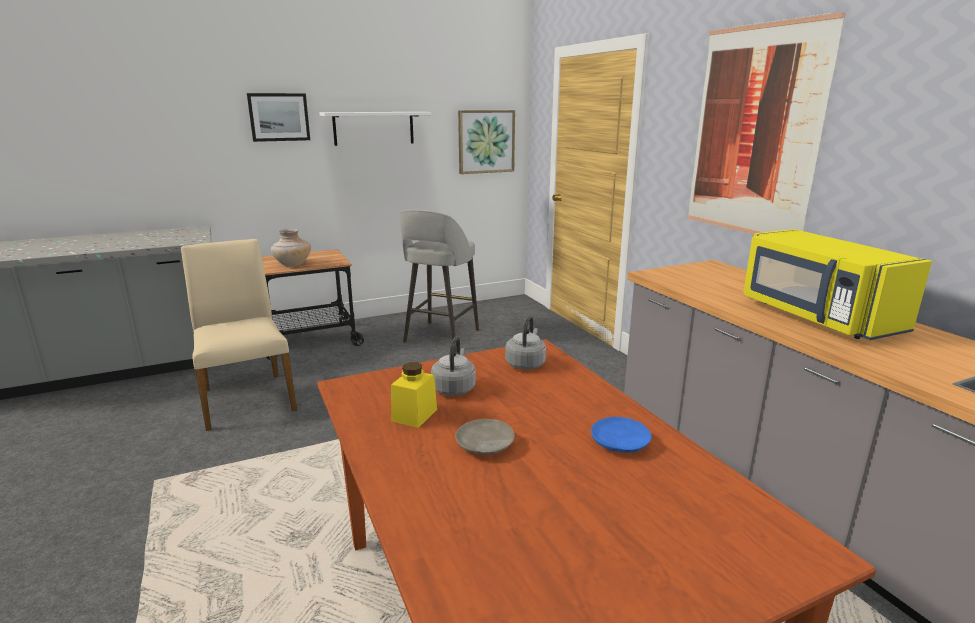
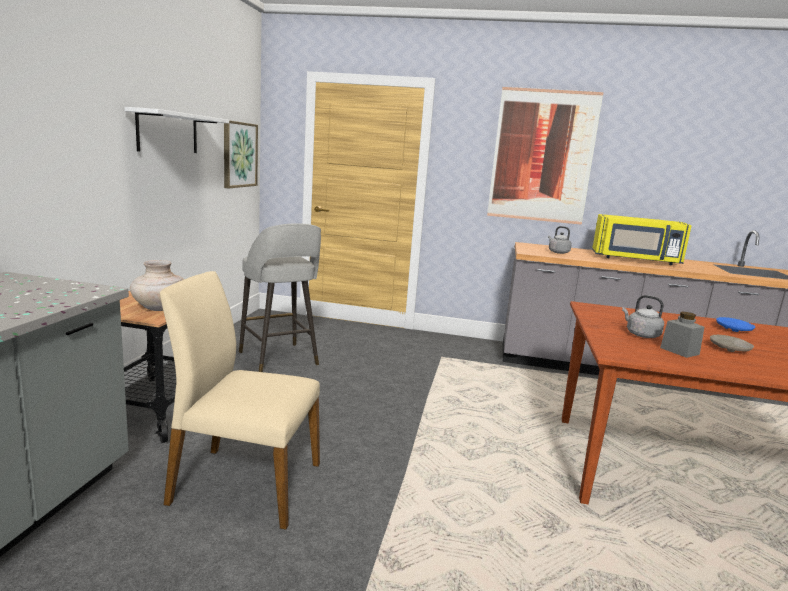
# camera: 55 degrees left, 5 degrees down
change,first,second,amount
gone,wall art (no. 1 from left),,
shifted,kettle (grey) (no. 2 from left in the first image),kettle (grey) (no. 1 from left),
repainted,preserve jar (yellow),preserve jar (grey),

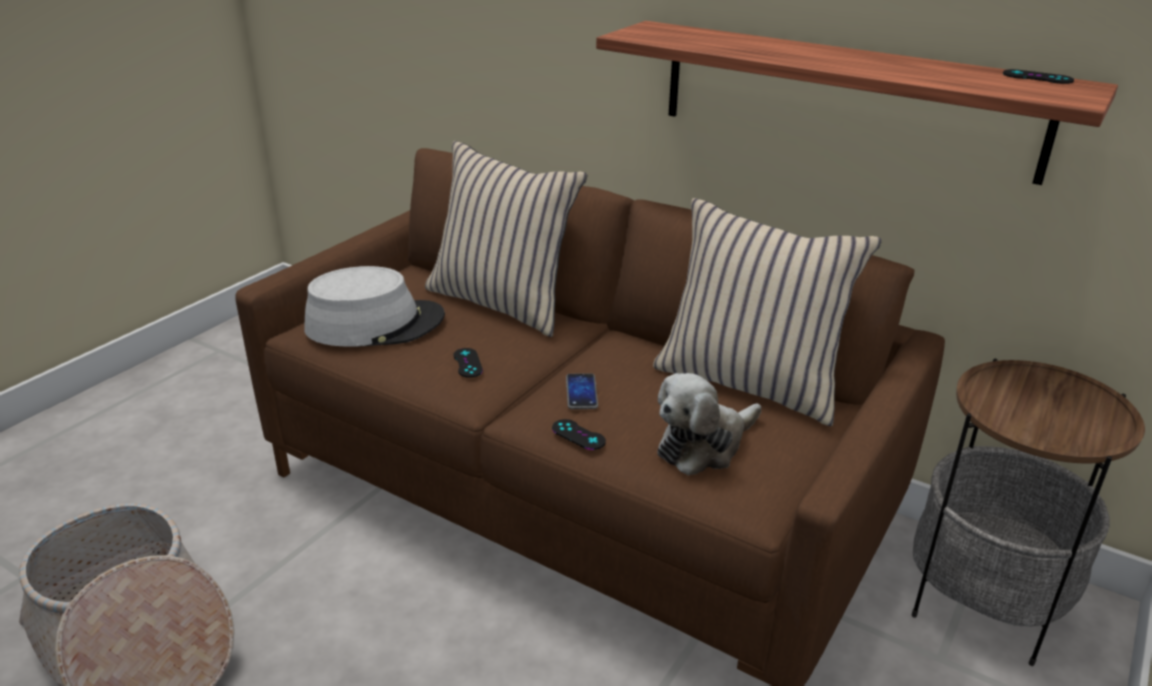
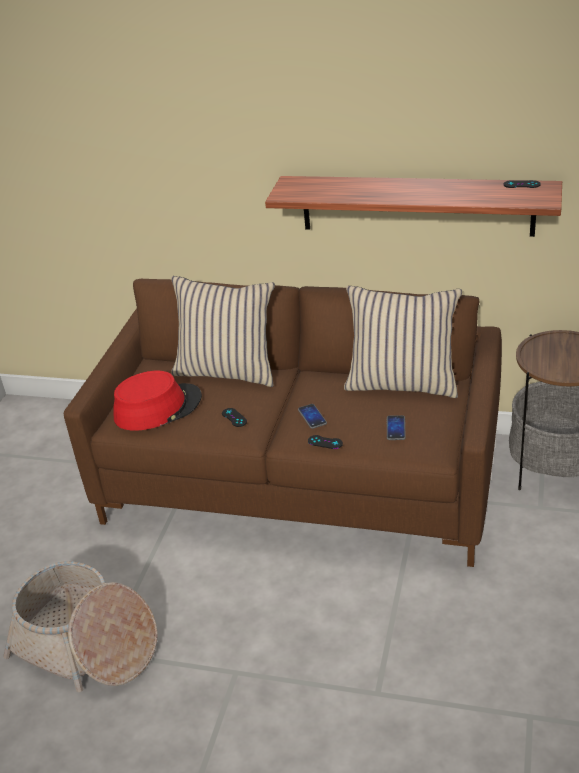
# camera: 15 degrees left, 5 degrees up
change,first,second,amount
repainted,clothing hat (grey),clothing hat (reddish),
swapped,soft toy,handset (no. 2 from left),

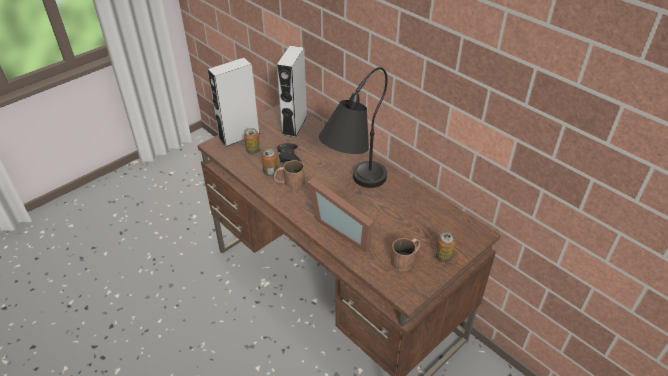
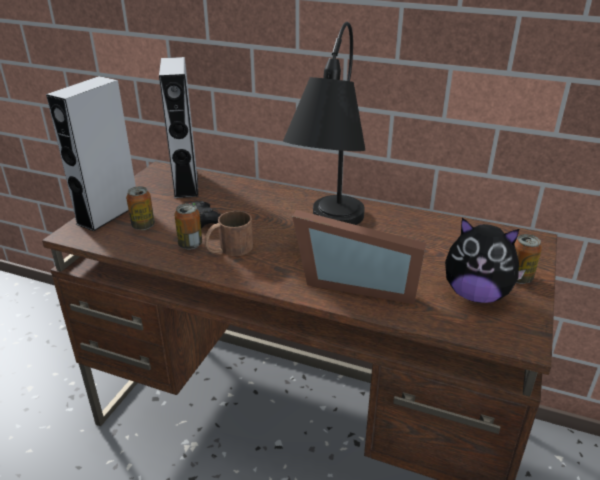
# camera: 25 degrees left, 10 degrees down
change,first,second,amount
swapped,tea mug (brown-coloured) (no. 2 from left),soft toy,

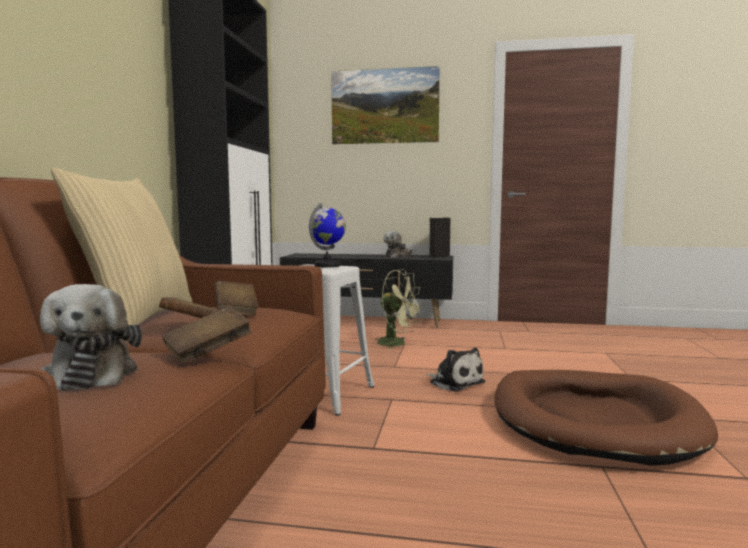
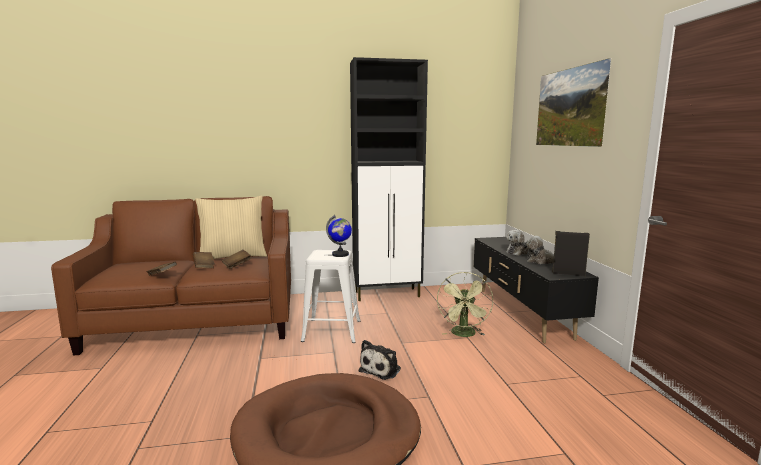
# camera: 70 degrees right, 5 degrees up
change,first,second,amount
shifted,soft toy (no. 1 from left in the first image),soft toy (no. 2 from left),

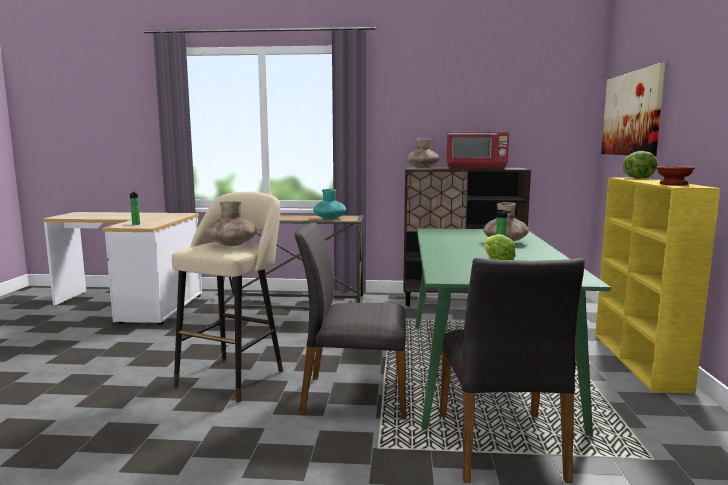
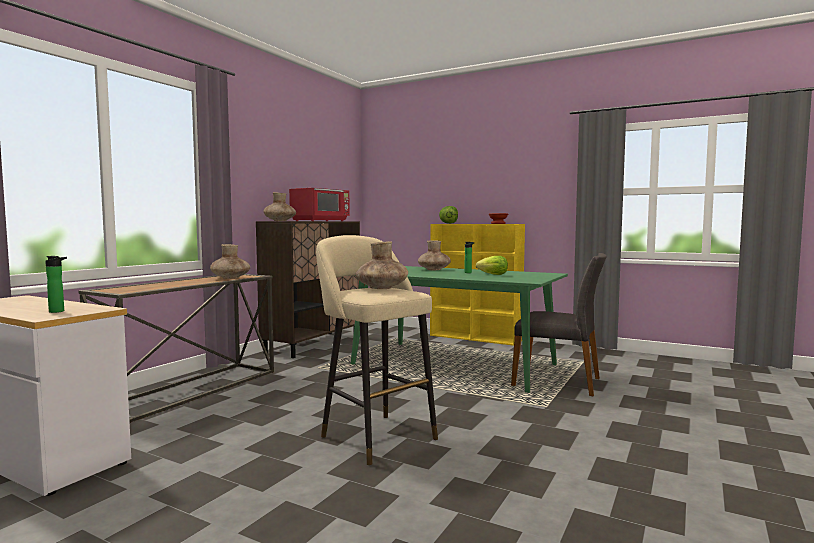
# camera: 65 degrees left, 5 degrees down
change,first,second,amount
gone,wall art,,
repainted,vase (blue-green),vase (brown-coloured) (no. 1 from left),
gone,plain chair (grey) (no. 1 from left),,

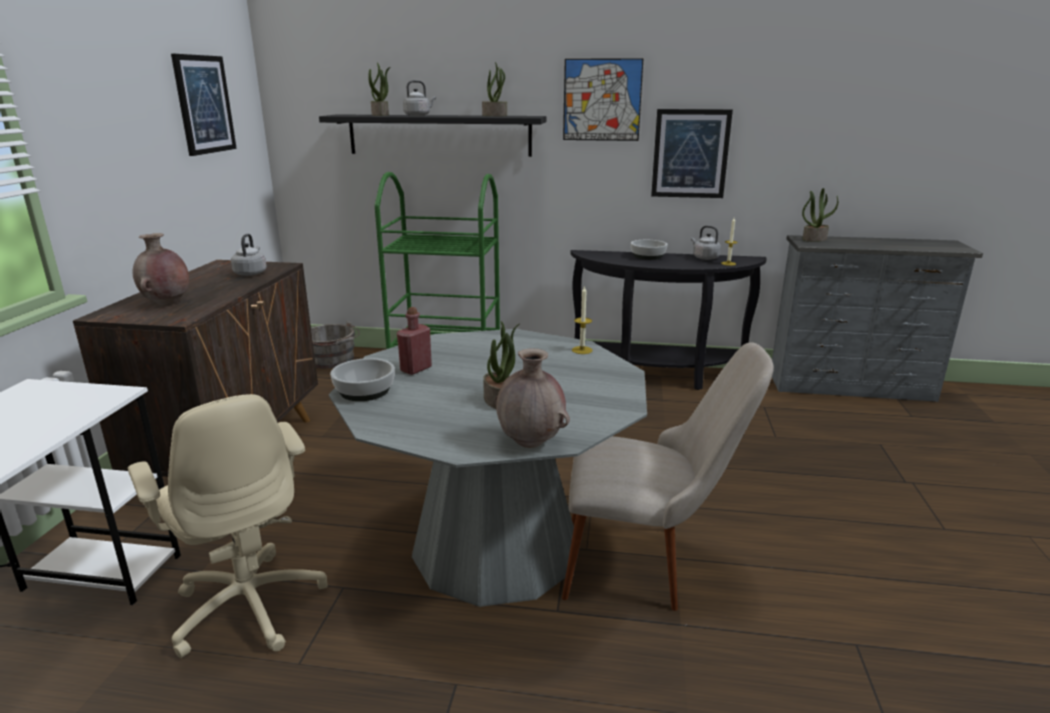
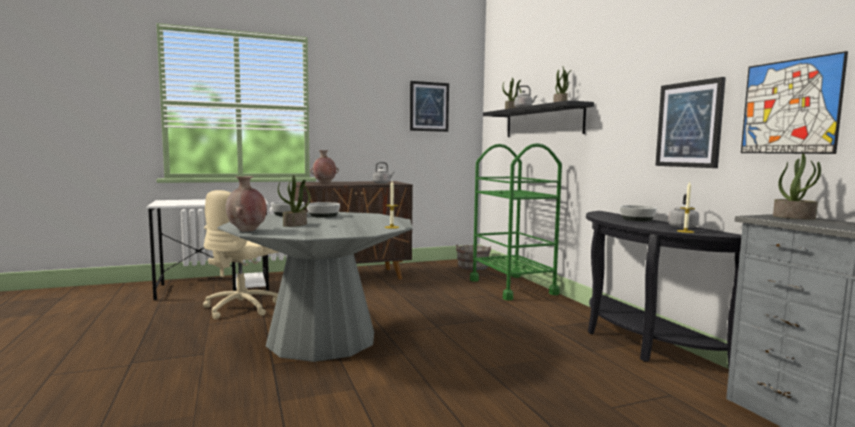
# camera: 60 degrees right, 15 degrees down
change,first,second,amount
shifted,wall art (no. 2 from left in the first image),wall art (no. 3 from left),
swapped,bottle (reddish),deep dish (no. 2 from left),
gone,plain chair (sand-coloured),,

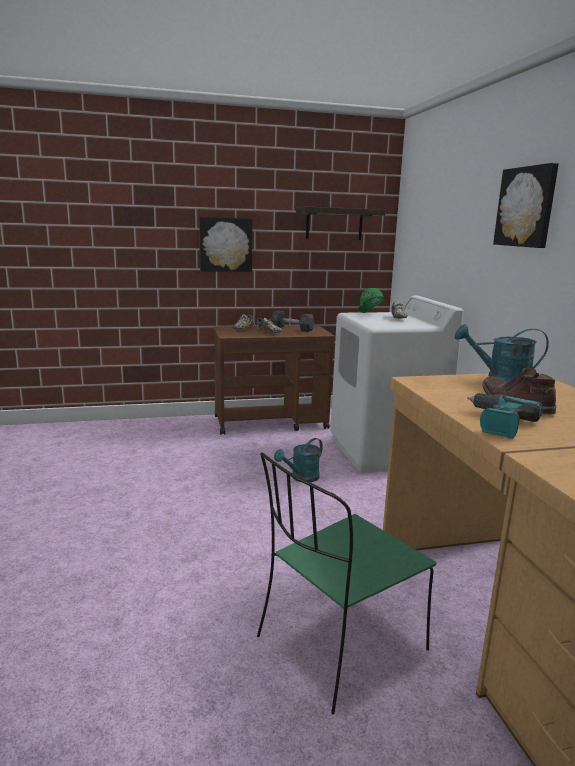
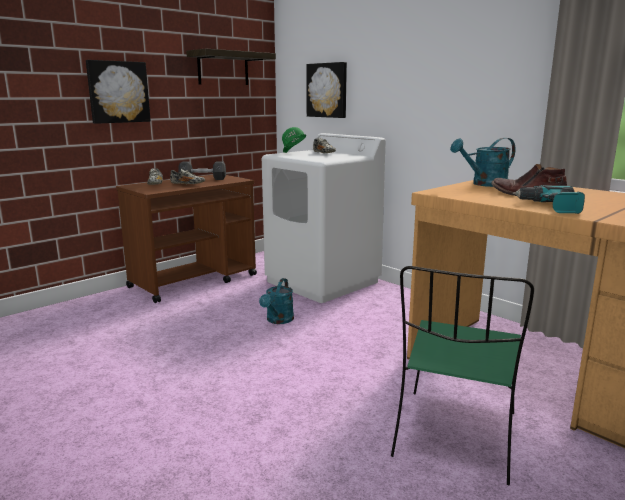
# camera: 30 degrees left, 0 degrees up
change,first,second,amount
shifted,wall art (no. 2 from left),,

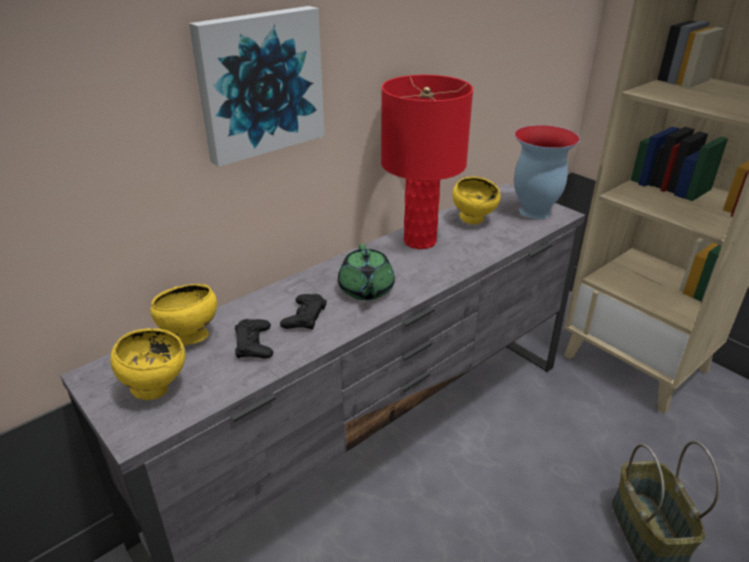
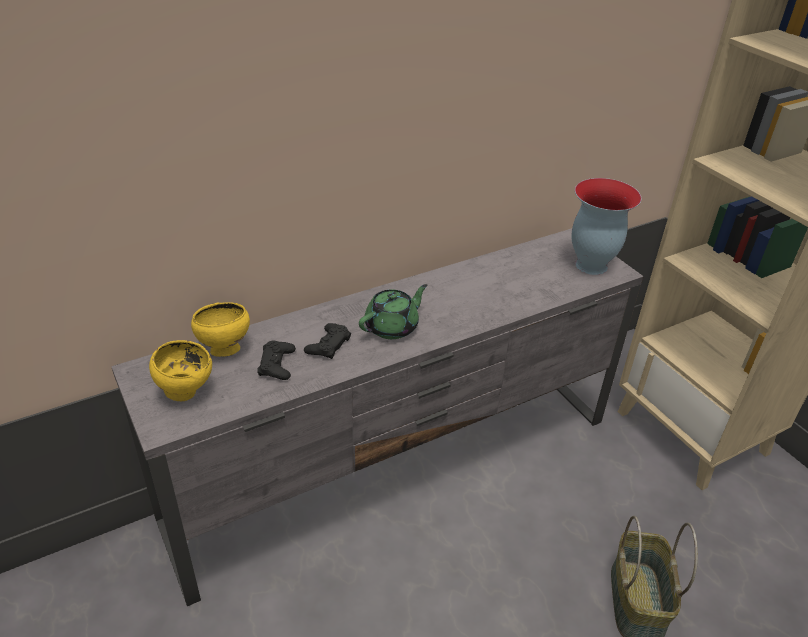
# camera: 10 degrees right, 5 degrees up
change,first,second,amount
gone,wall art,,
gone,table lamp (reddish),,
gone,deep dish (yellow) (no. 3 from left),,
rotated,pot for tea (green),,135 degrees counterclockwise

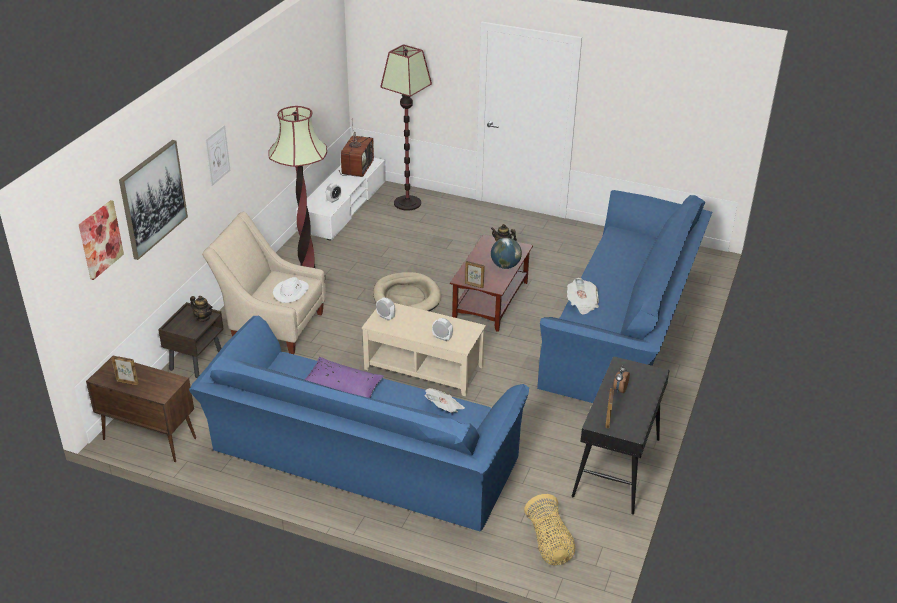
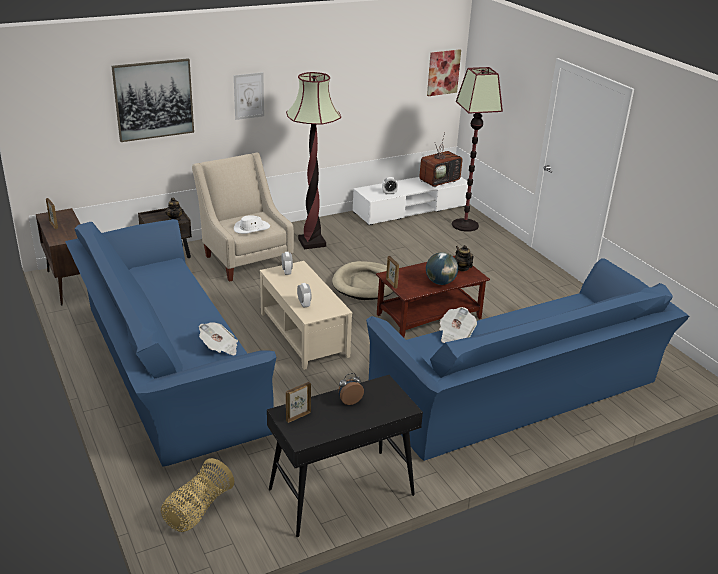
# camera: 40 degrees right, 5 degrees down
change,first,second,amount
shifted,wall art (no. 1 from left in the first image),wall art (no. 3 from left),
gone,throw pillow (purple-coloured),,

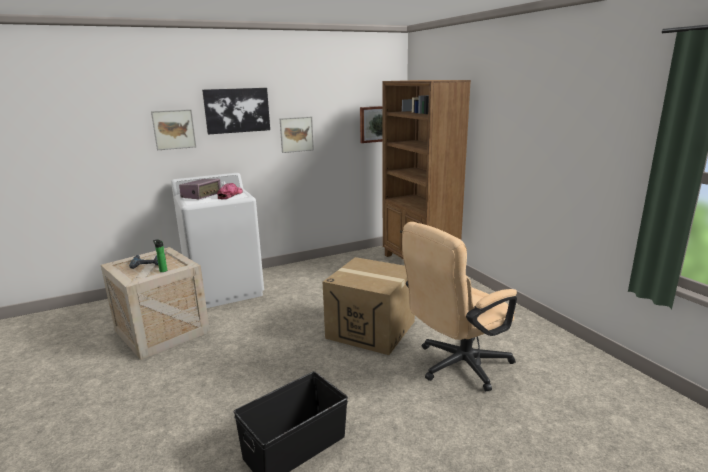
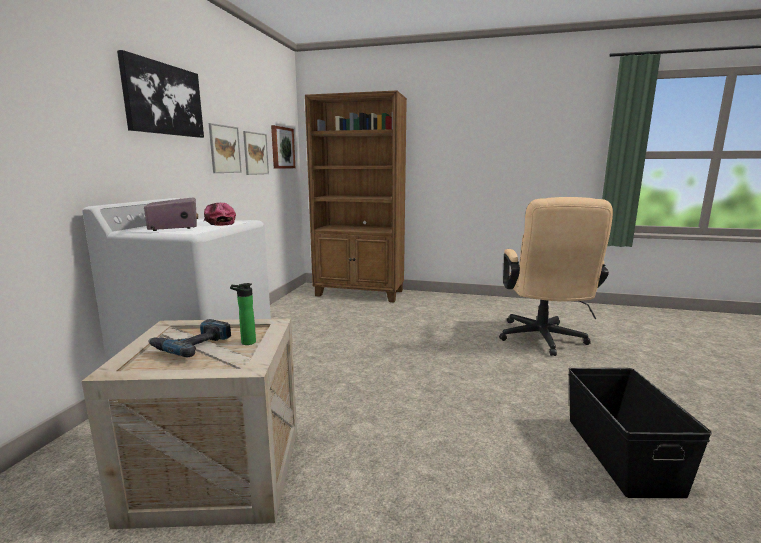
# camera: 50 degrees left, 5 degrees down
change,first,second,amount
shifted,wall art (no. 1 from left in the first image),wall art (no. 3 from left),
gone,cardboard box,,

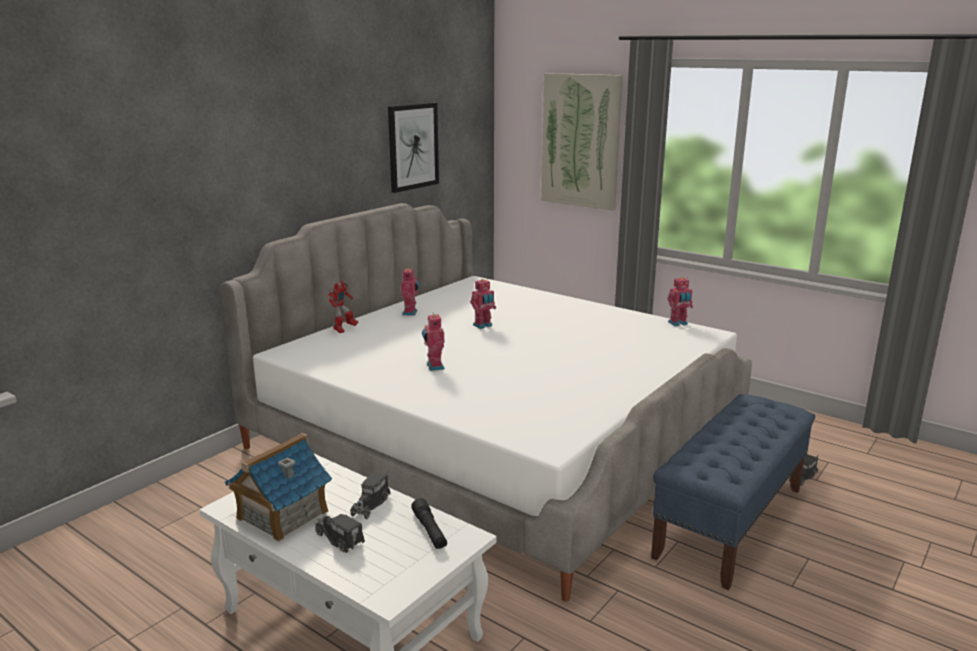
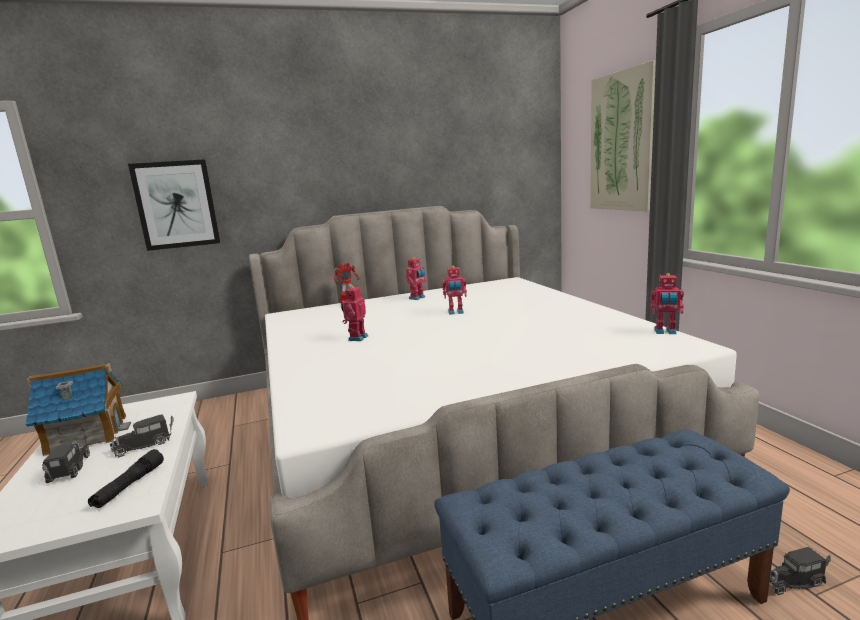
# camera: 35 degrees right, 5 degrees down
change,first,second,amount
shifted,wall art (no. 1 from left),,

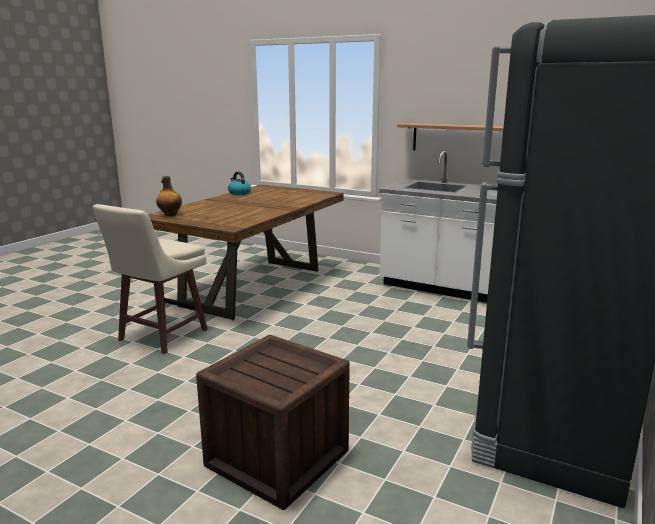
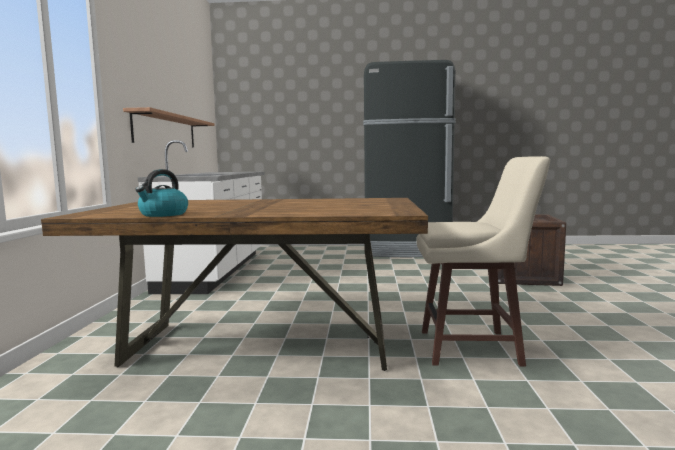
# camera: 115 degrees left, 10 degrees down
change,first,second,amount
gone,bottle,,

